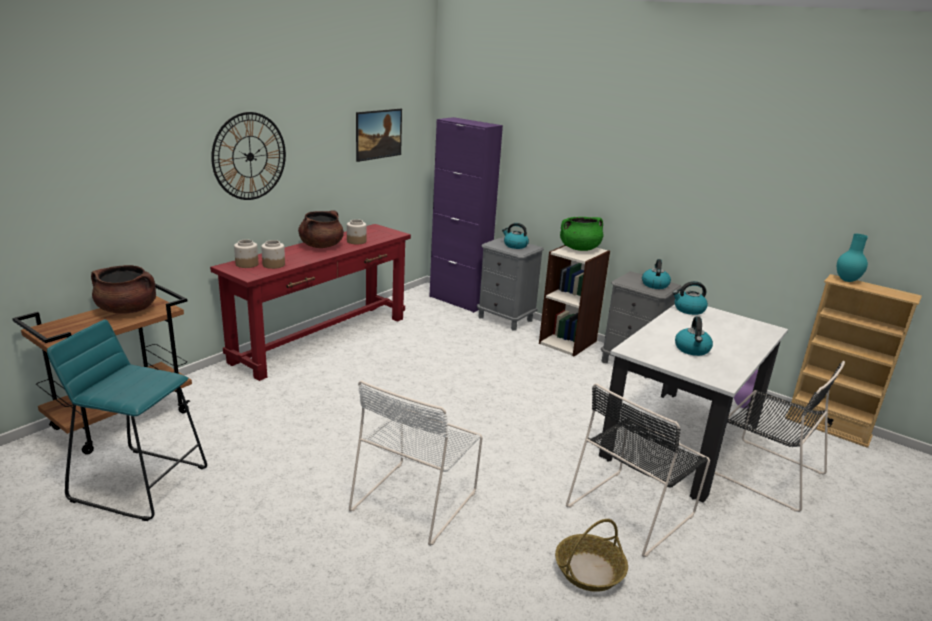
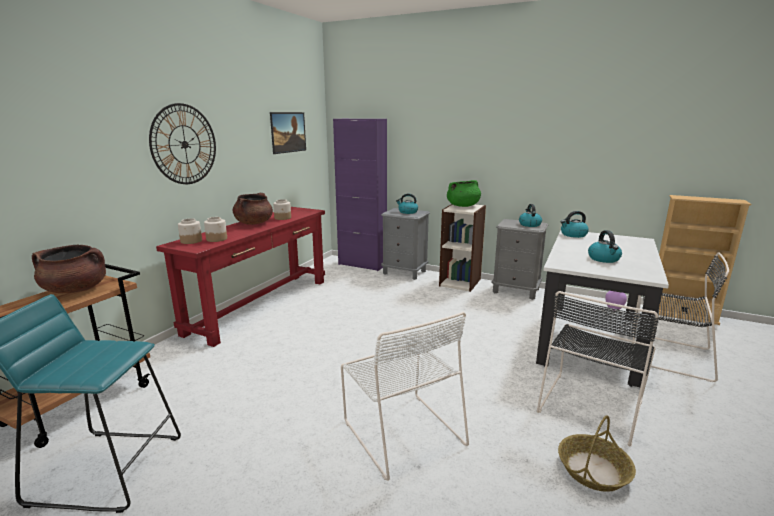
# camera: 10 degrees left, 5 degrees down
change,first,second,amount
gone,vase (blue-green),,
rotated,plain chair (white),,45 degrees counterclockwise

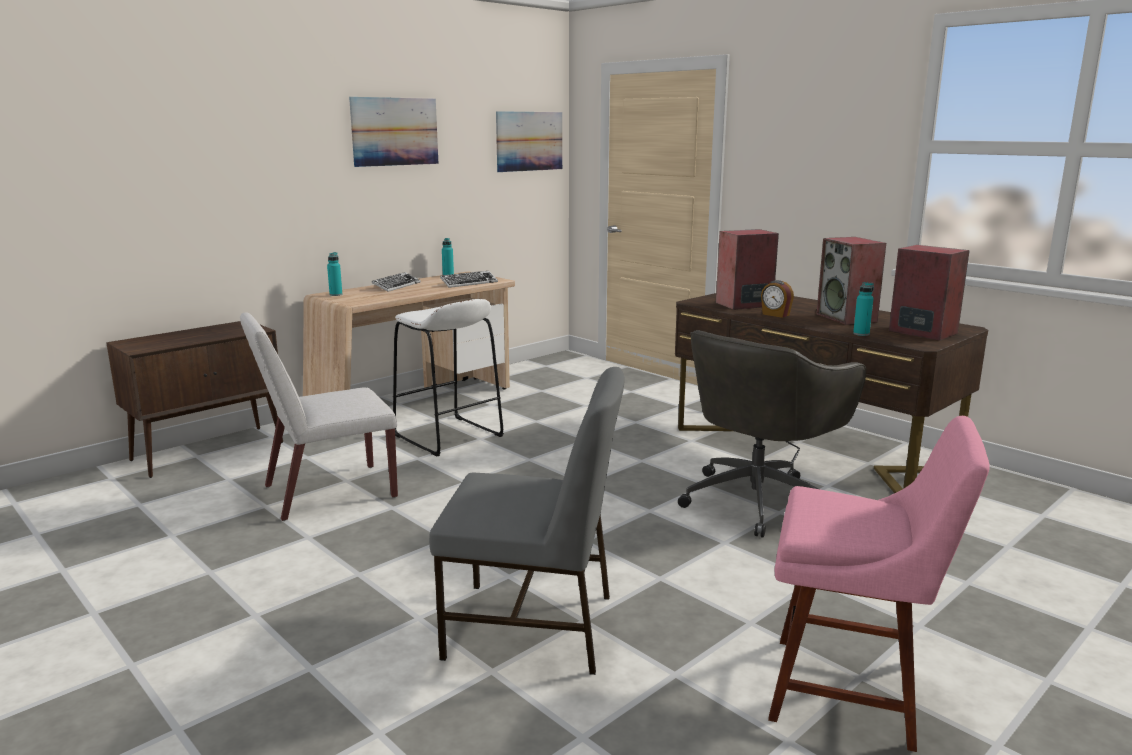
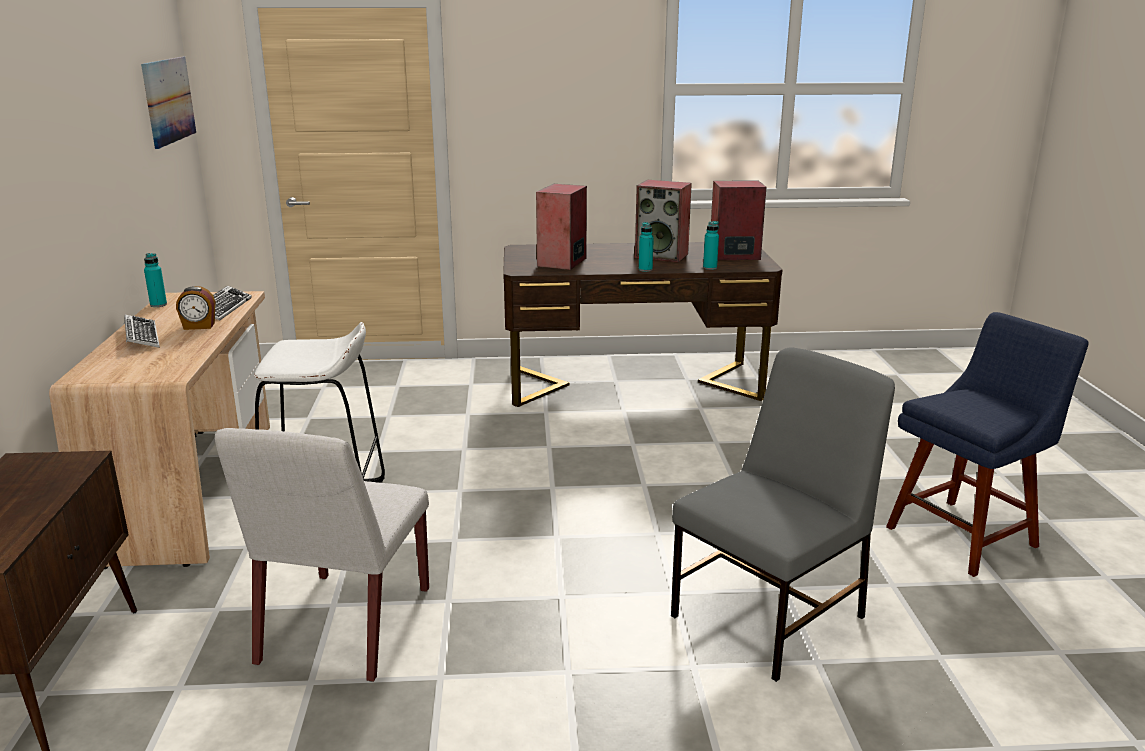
# camera: 50 degrees left, 5 degrees up
change,first,second,amount
gone,wall art (no. 1 from left),,
shifted,bottle (blue-green) (no. 1 from left in the first image),bottle (blue-green) (no. 2 from left),
shifted,table clock,,
gone,office chair (grey),,
repainted,plain chair (pink-coloured),plain chair (bluish),

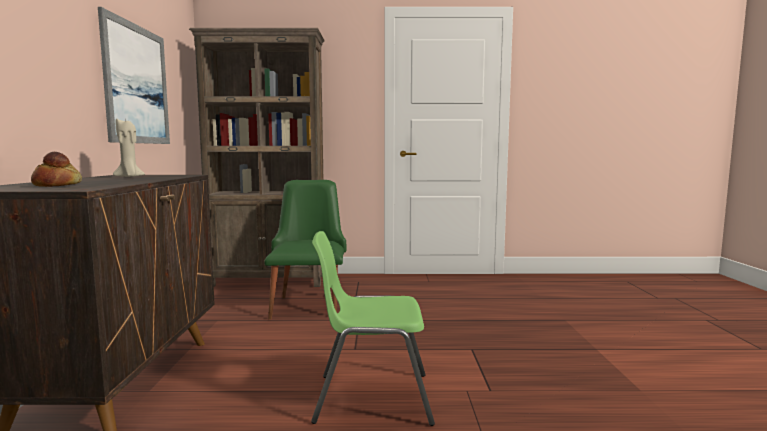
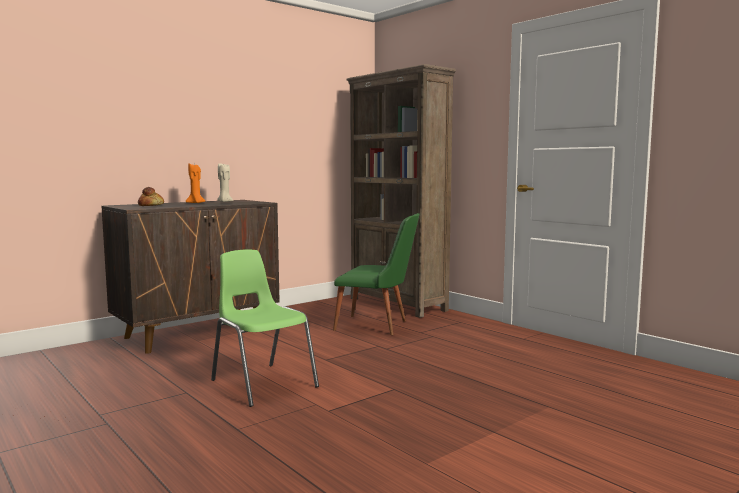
# camera: 50 degrees right, 0 degrees up
change,first,second,amount
gone,wall art,,
rotated,plain chair (green) (no. 1 from left in the first image),plain chair (green) (no. 2 from left),60 degrees clockwise
new,,wax candle (orange),

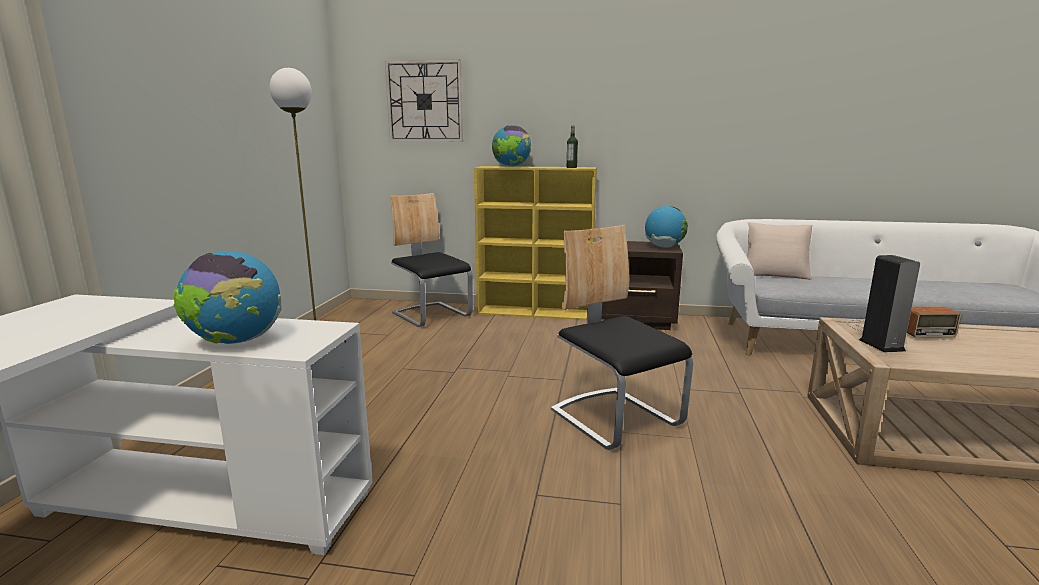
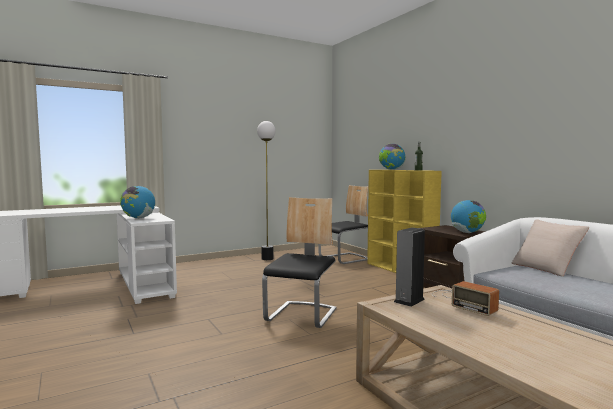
# camera: 50 degrees right, 10 degrees down
change,first,second,amount
gone,wall clock,,
rotated,plain chair (no. 1 from left in the first image),plain chair (no. 2 from left),45 degrees clockwise

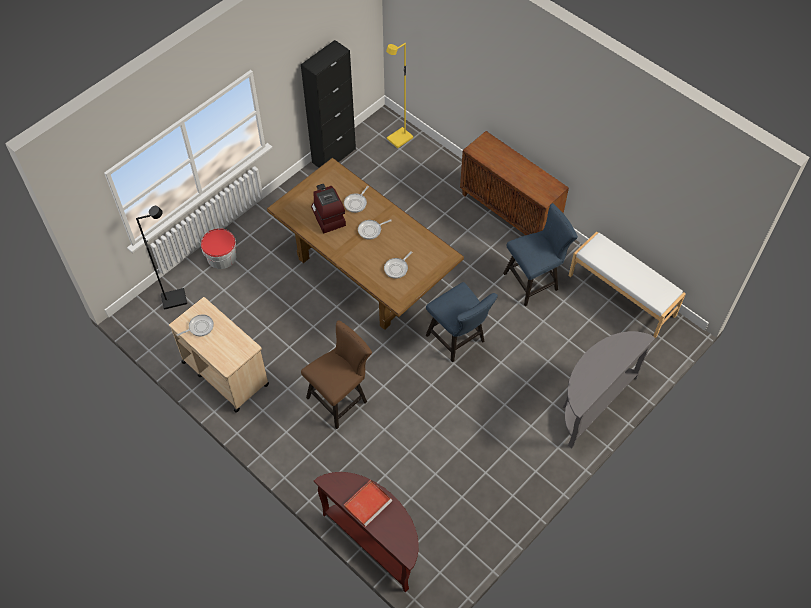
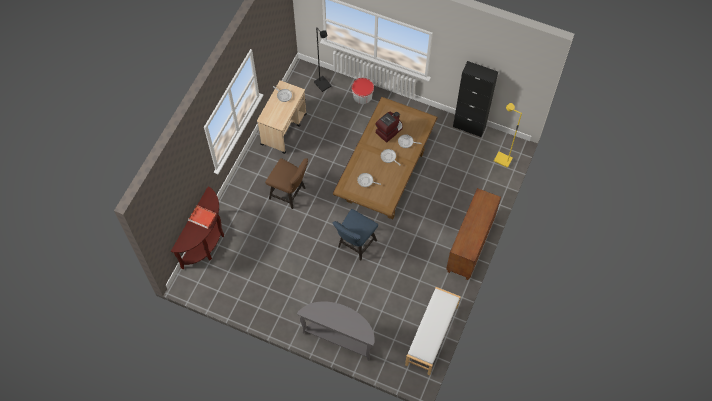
# camera: 70 degrees right, 5 degrees up
change,first,second,amount
gone,plain chair (bluish) (no. 2 from left),,

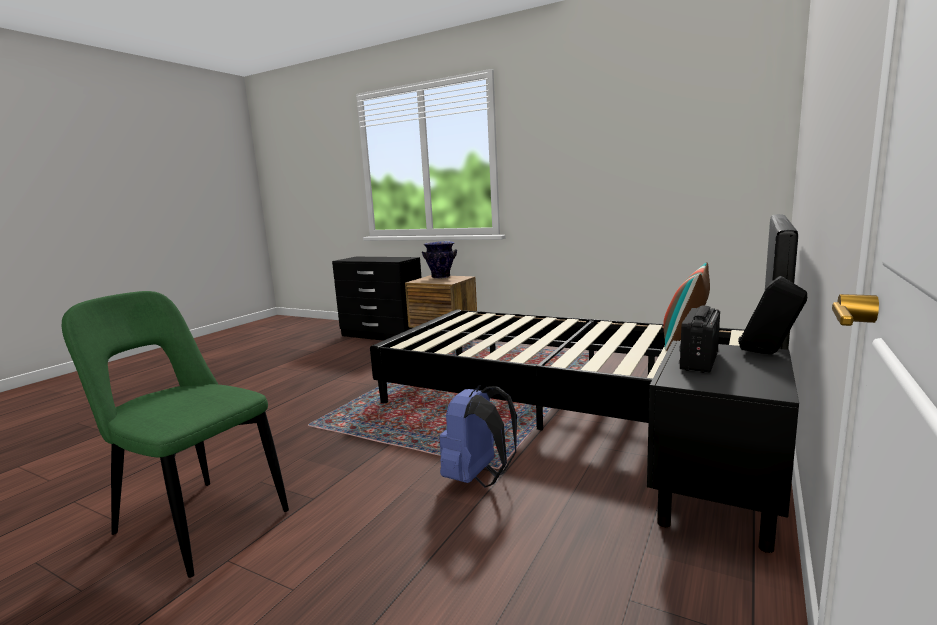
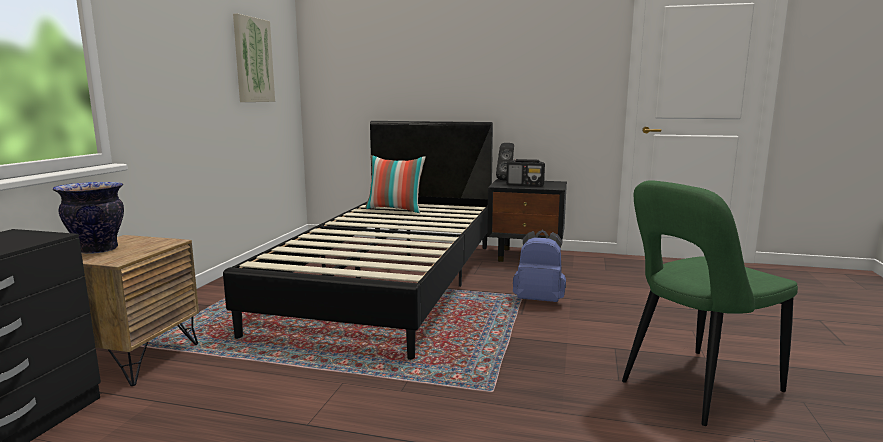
# camera: 105 degrees left, 0 degrees up
change,first,second,amount
rotated,plain chair (green),,45 degrees clockwise
new,,wall art,

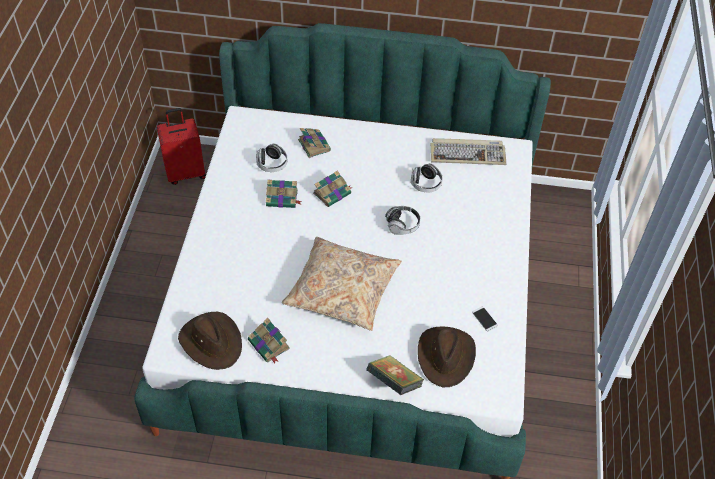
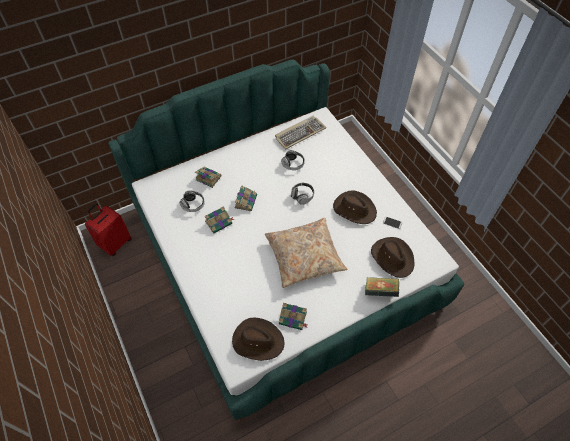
# camera: 35 degrees left, 5 degrees up
change,first,second,amount
new,,clothing hat (brown-coloured) (no. 2 from left),

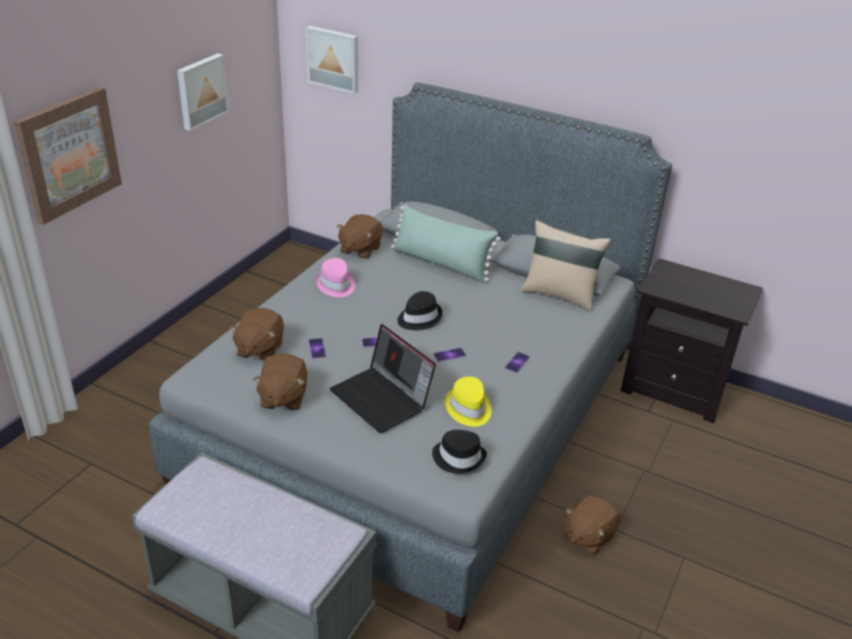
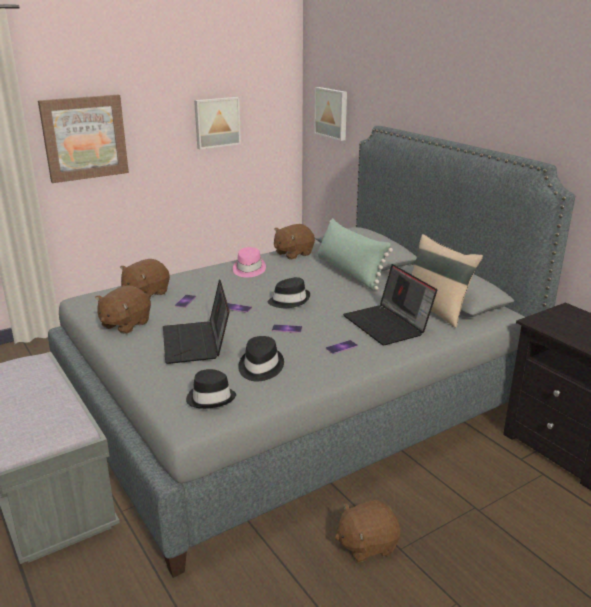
# camera: 30 degrees right, 10 degrees down
change,first,second,amount
repainted,clothing hat (yellow),clothing hat (black) (no. 2 from left),
new,,laptop (no. 2 from left),

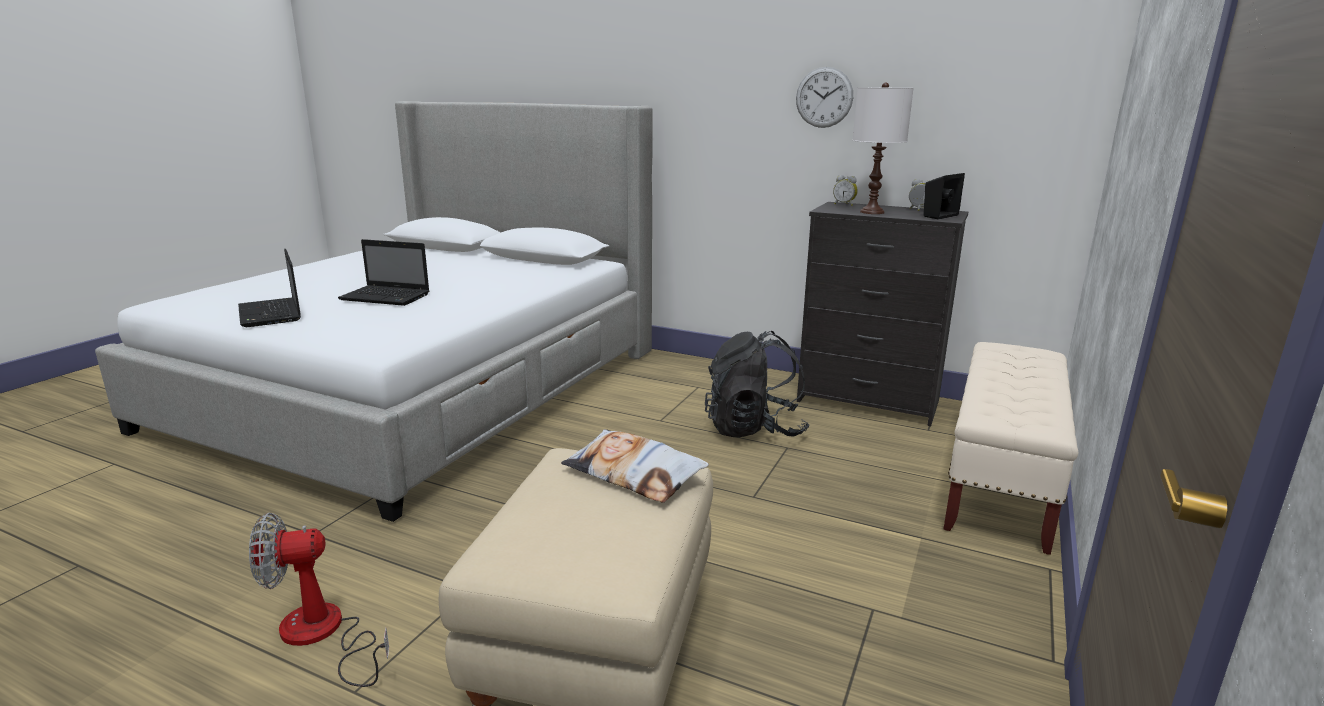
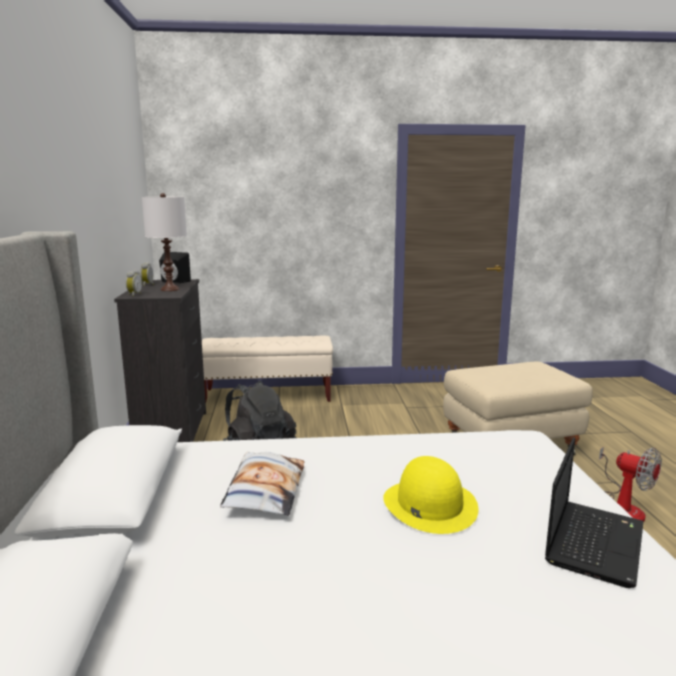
# camera: 120 degrees left, 5 degrees down
change,first,second,amount
gone,wall clock,,
swapped,laptop (no. 2 from left),clothing hat (yellow),
shifted,throw pillow,,

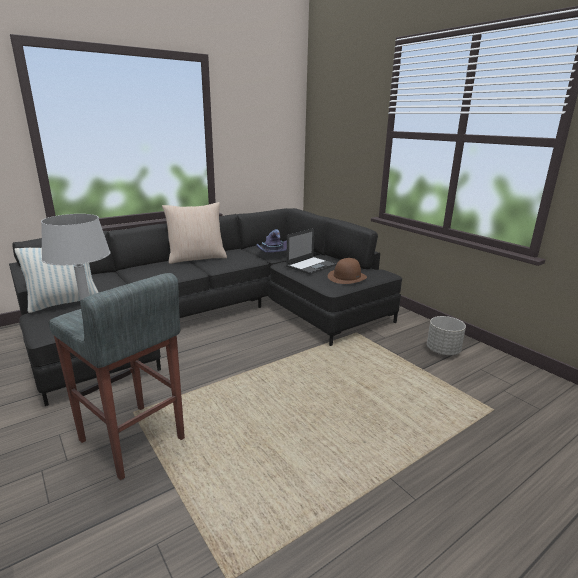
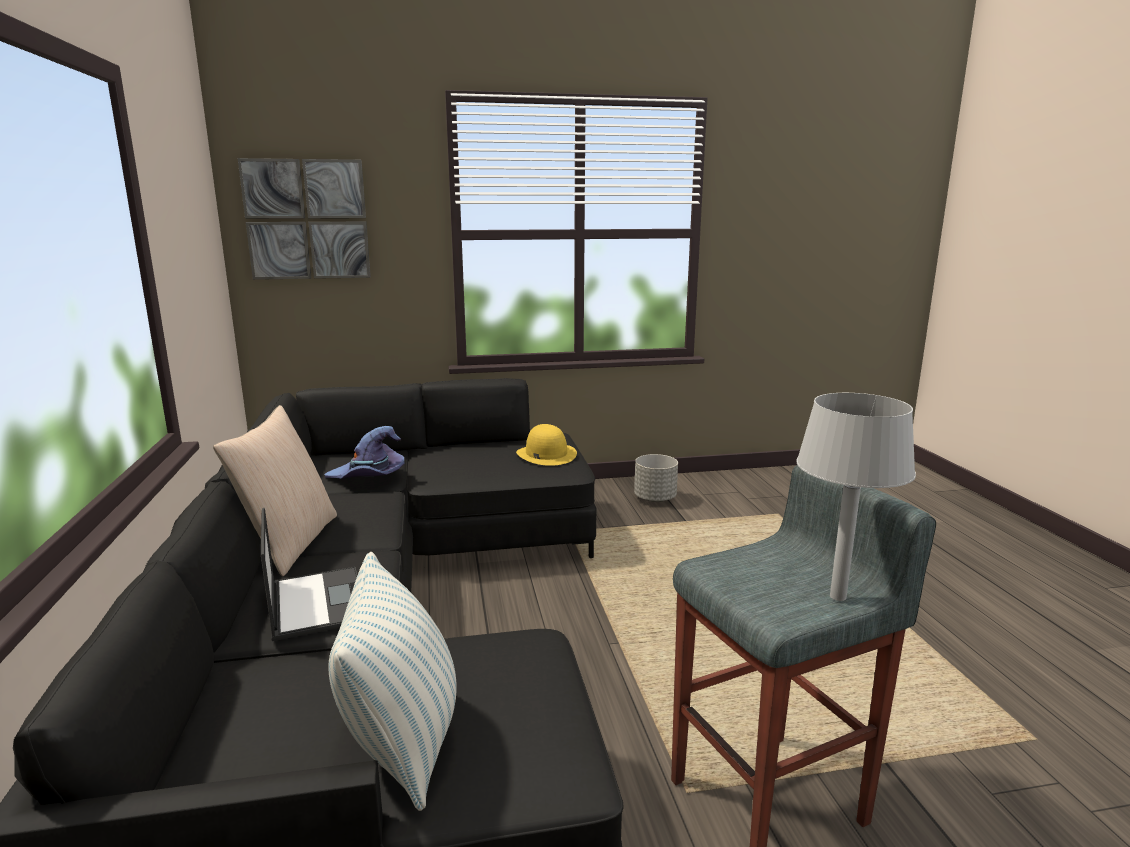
# camera: 65 degrees left, 5 degrees down
change,first,second,amount
shifted,laptop,,
repainted,clothing hat (brown-coloured),clothing hat (yellow),
new,,wall art,

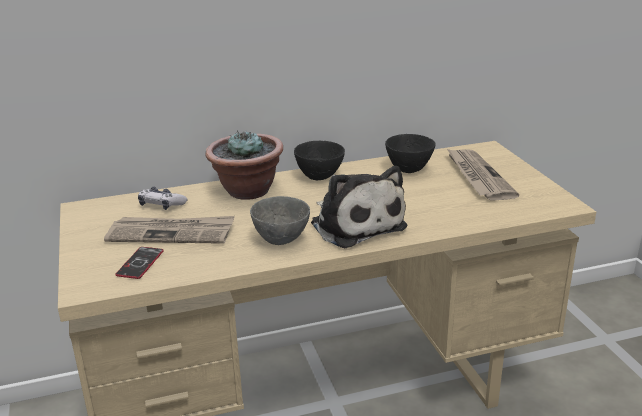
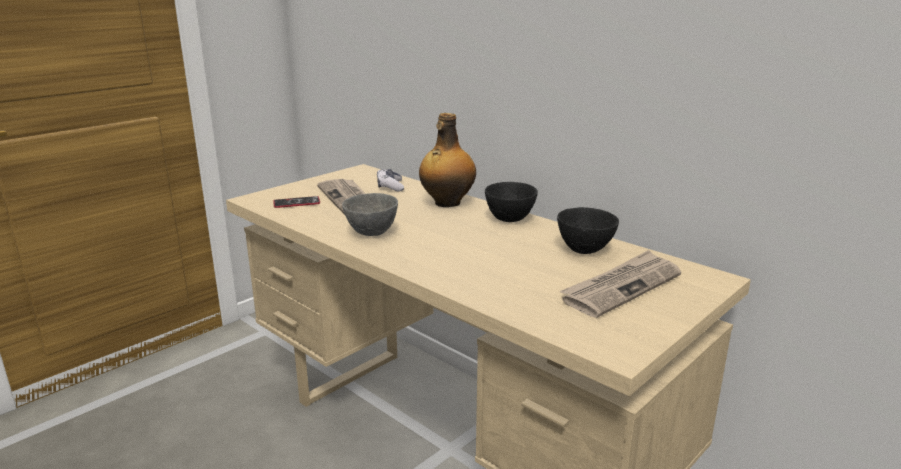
# camera: 60 degrees right, 5 degrees down
change,first,second,amount
swapped,potted plant,bottle,
gone,soft toy,,

